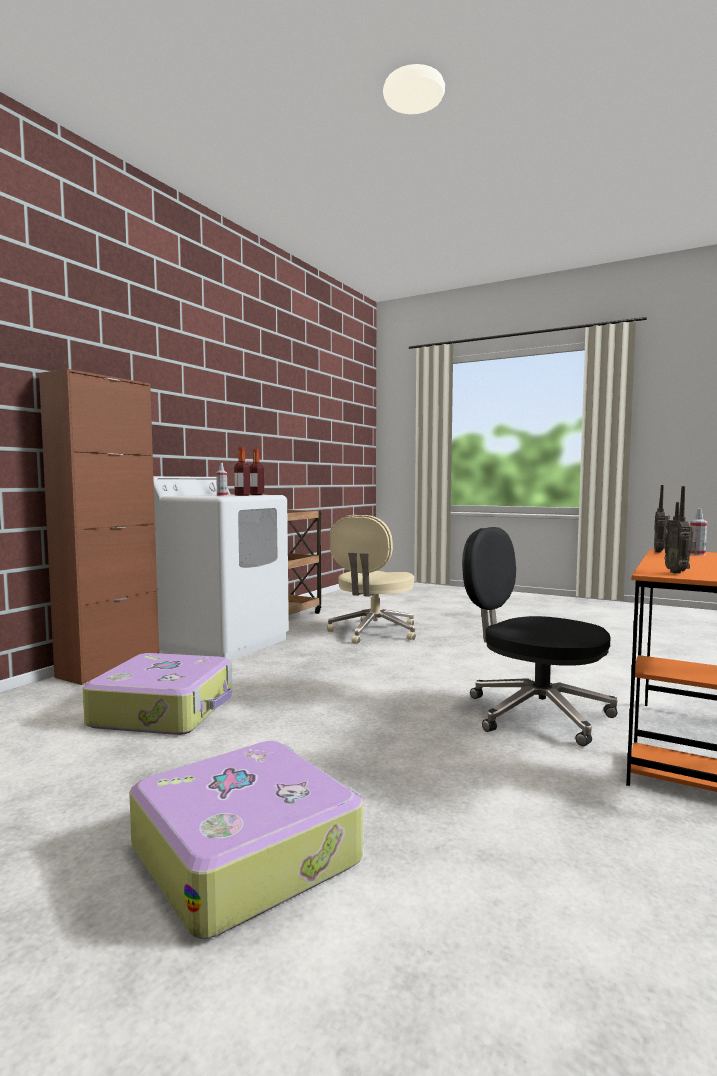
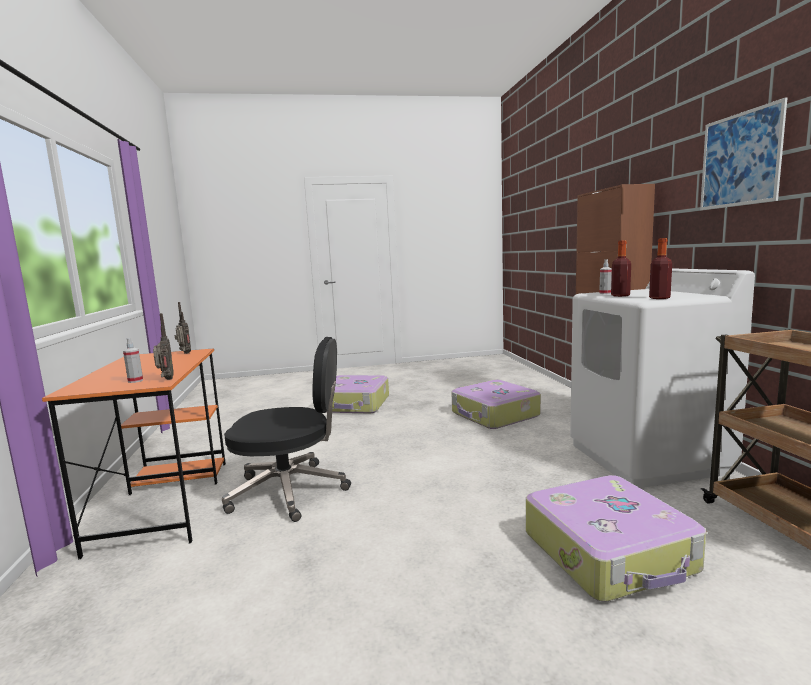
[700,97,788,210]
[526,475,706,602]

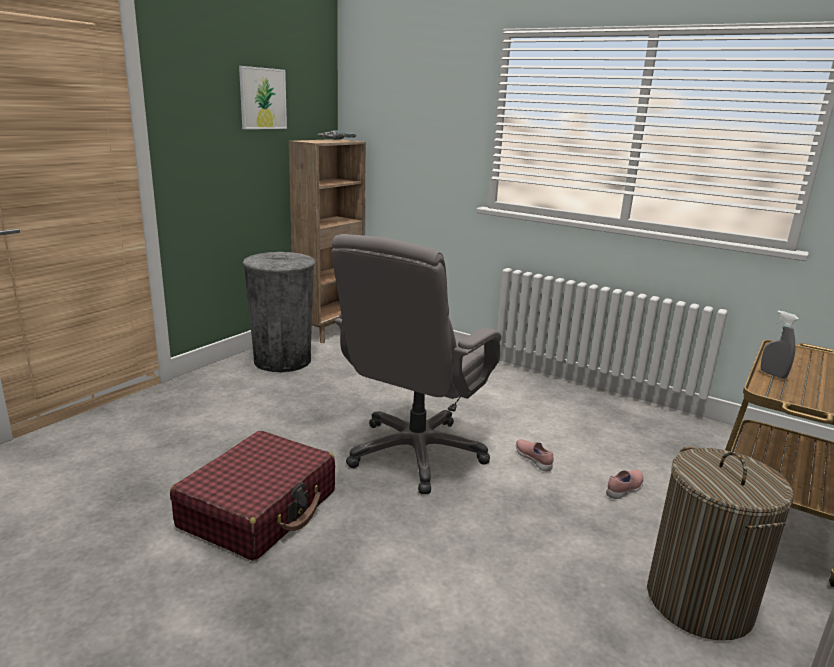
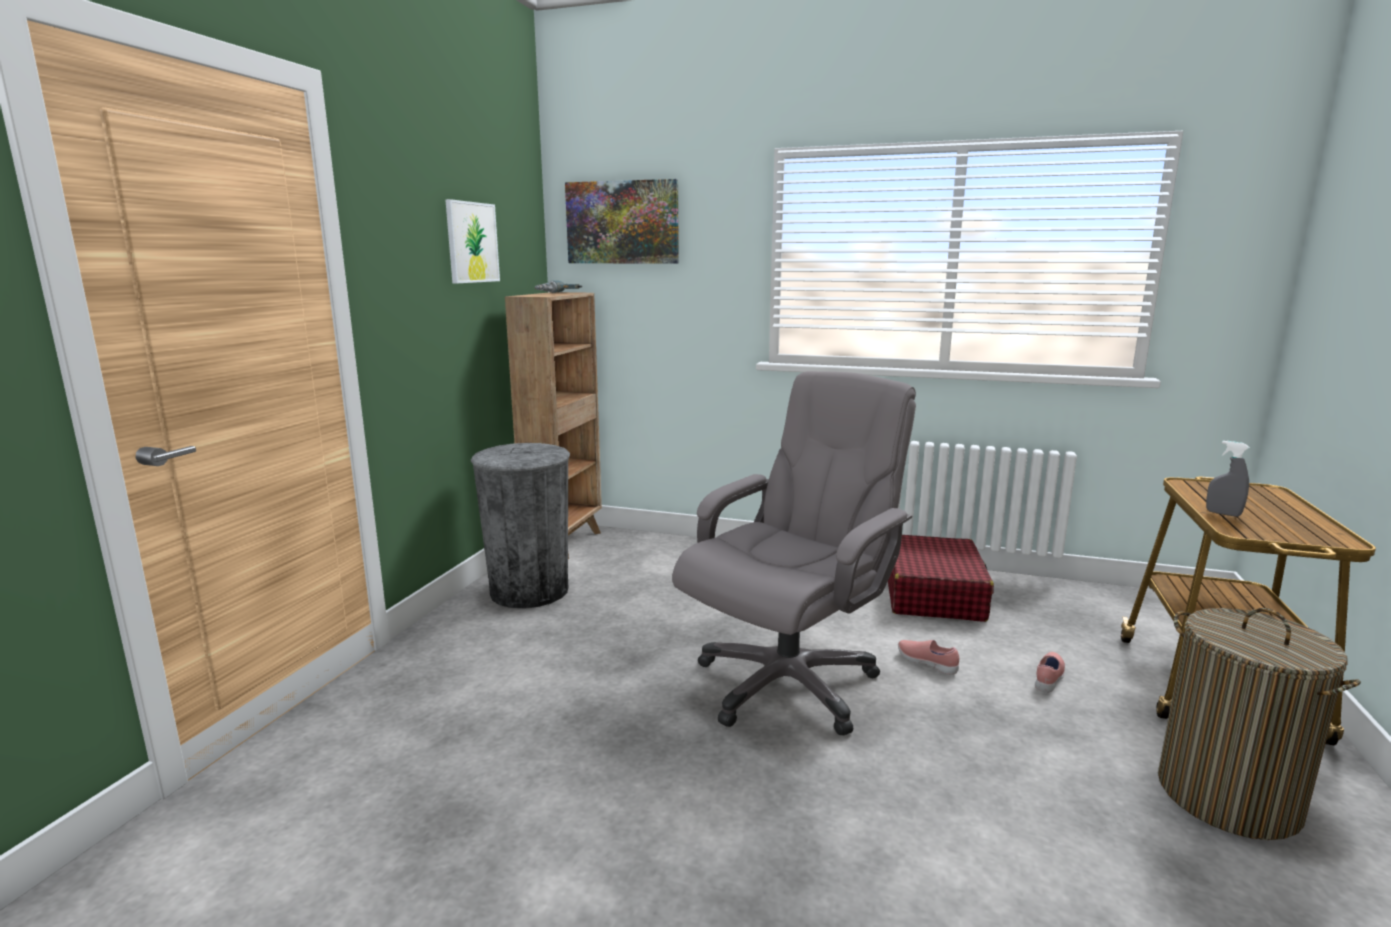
[565,179,679,264]
[888,535,994,622]
[672,371,916,736]

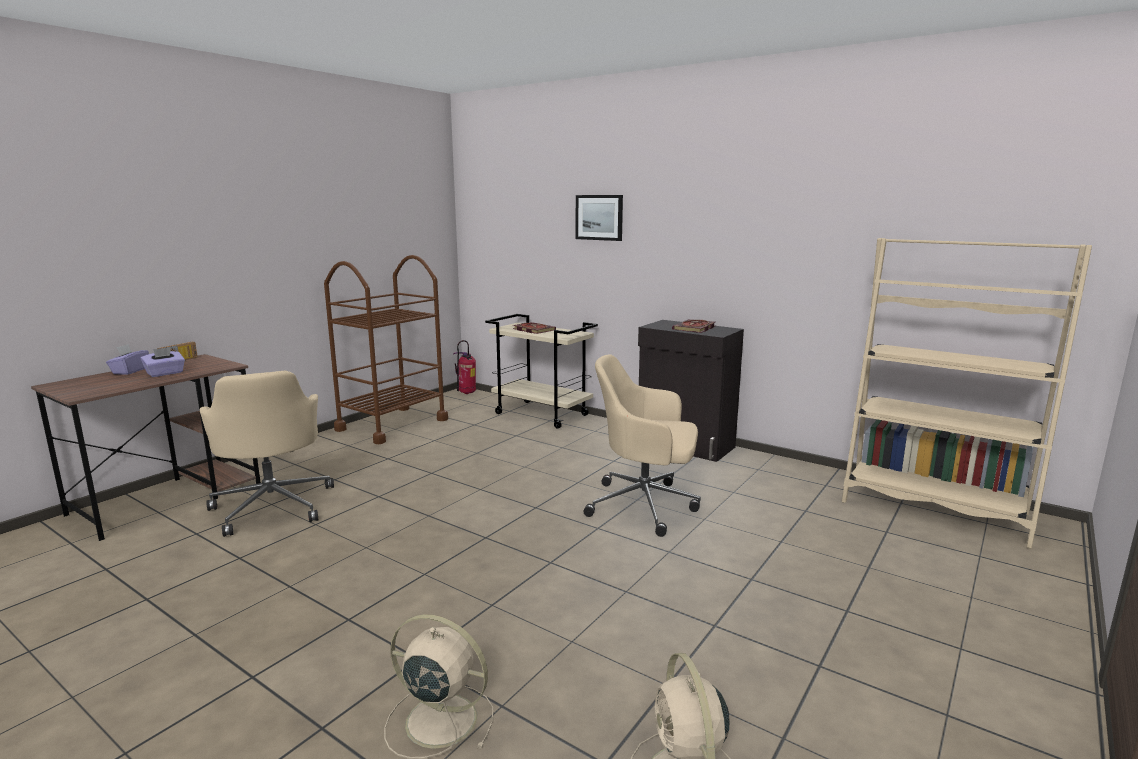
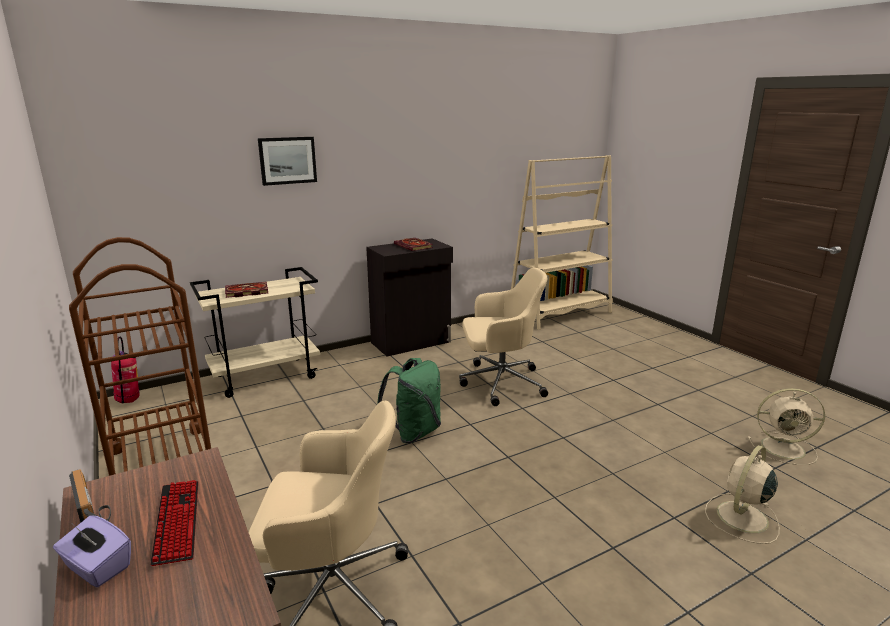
[377,358,441,443]
[150,480,198,566]
[459,268,548,406]

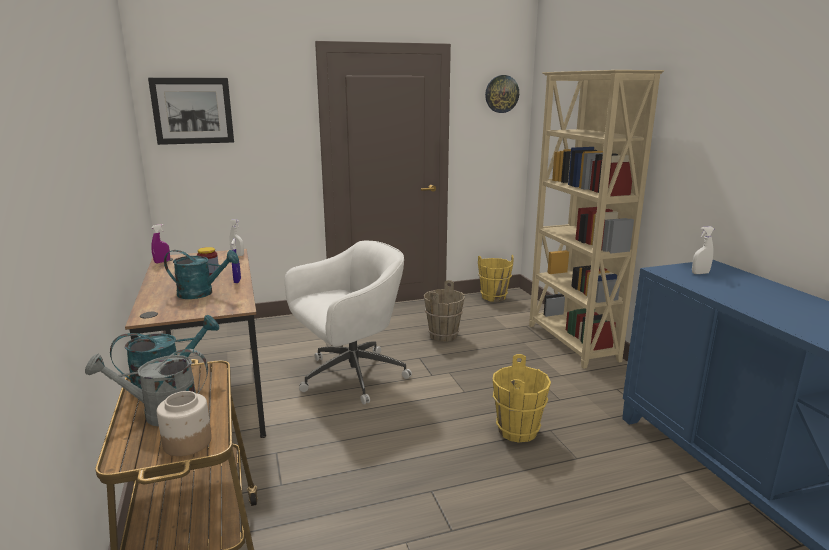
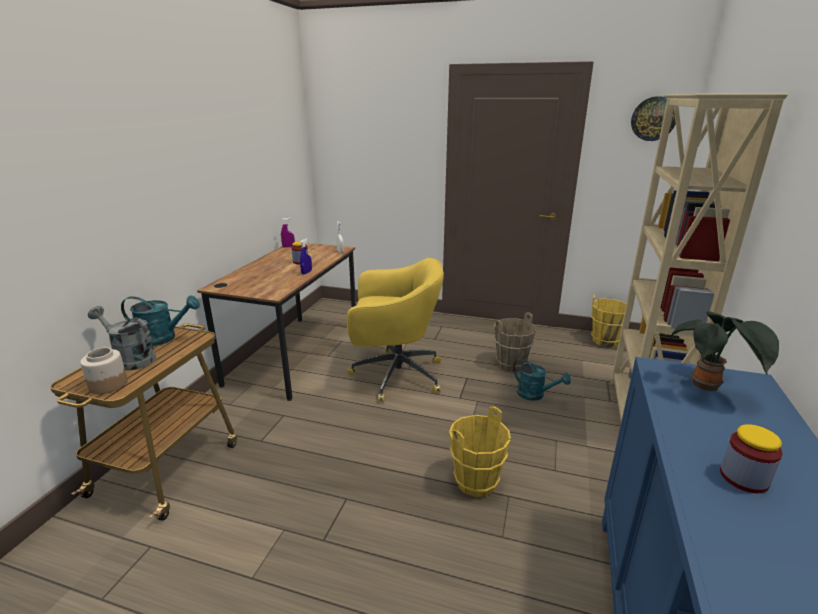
[148,78,234,145] (first image)
[720,424,782,493]
[513,358,571,401]
[670,311,779,391]
[347,258,444,403]

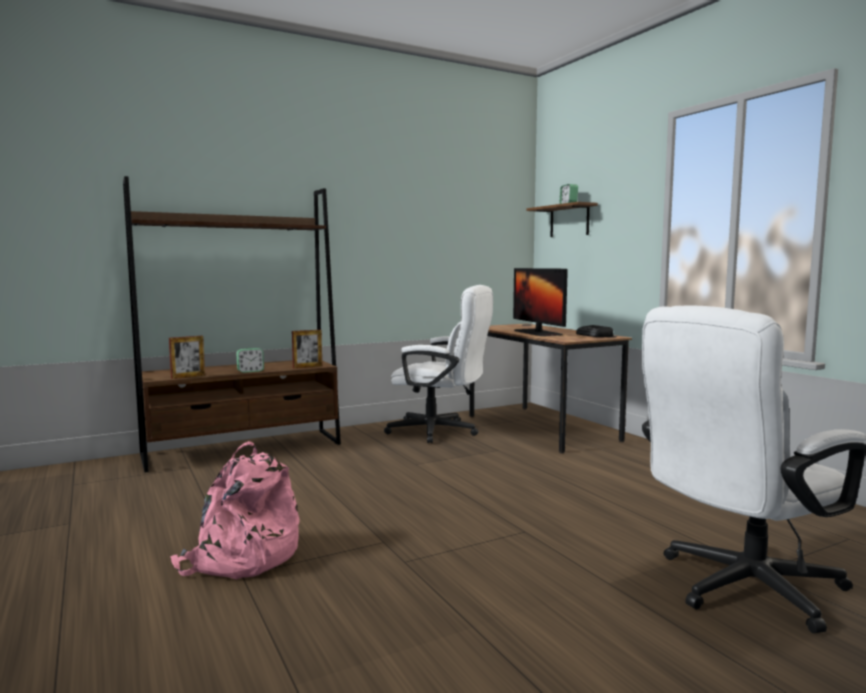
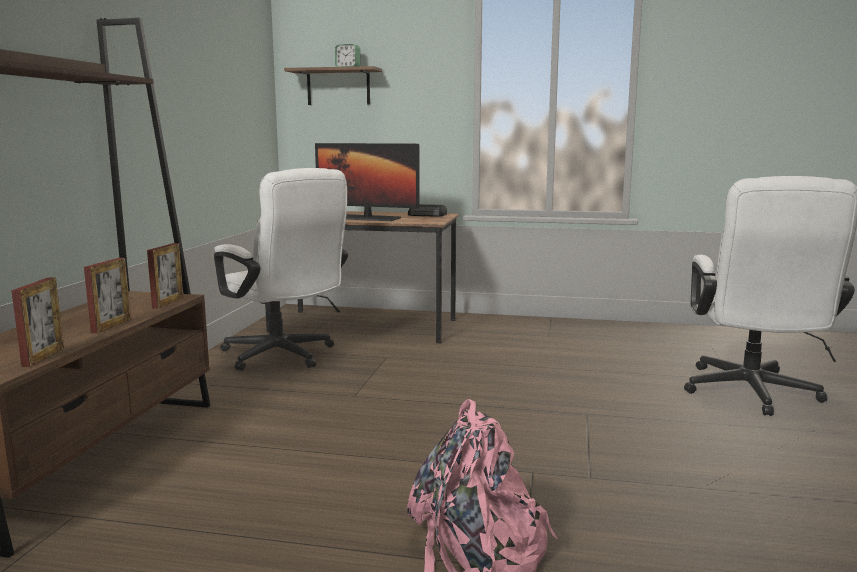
[84,258,131,333]
[214,168,348,371]

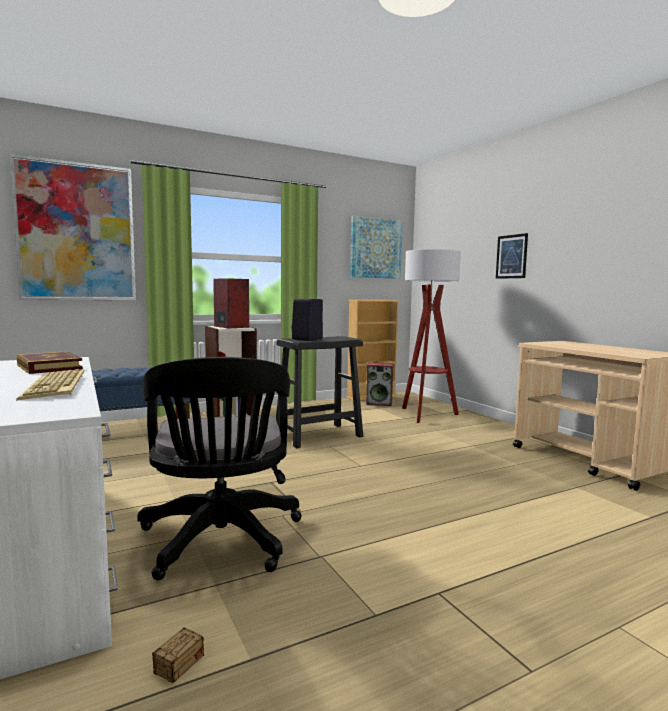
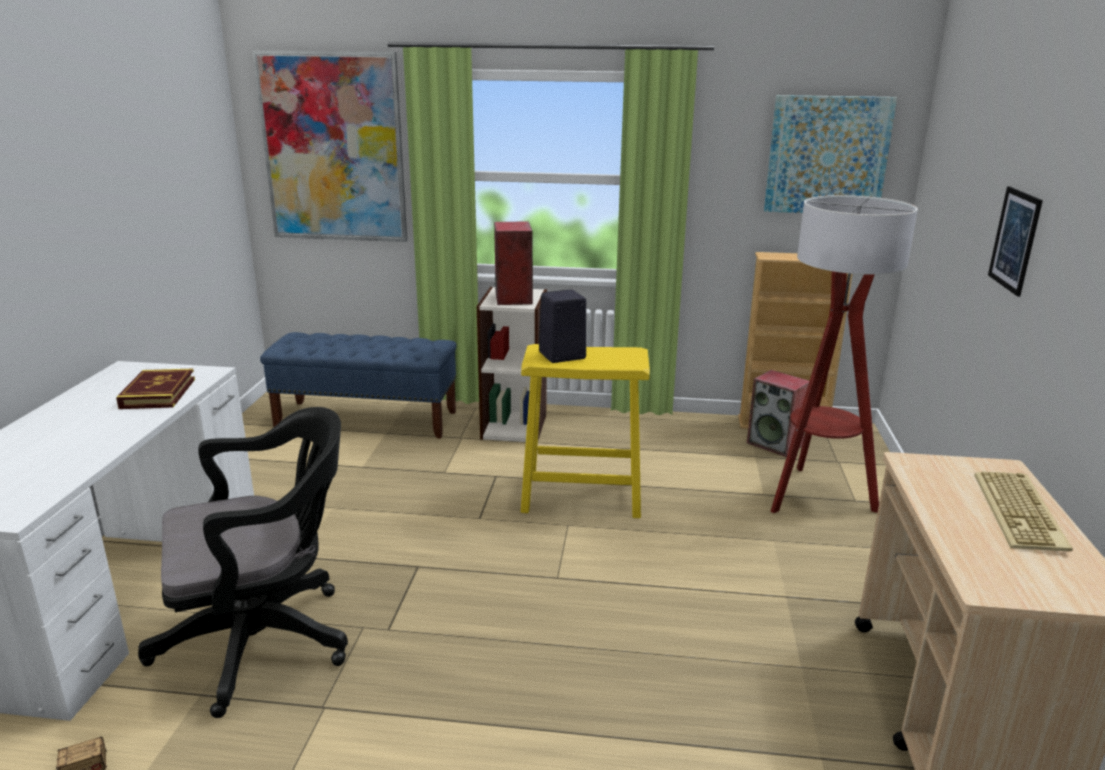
[974,472,1073,552]
[521,344,650,518]
[138,407,348,718]

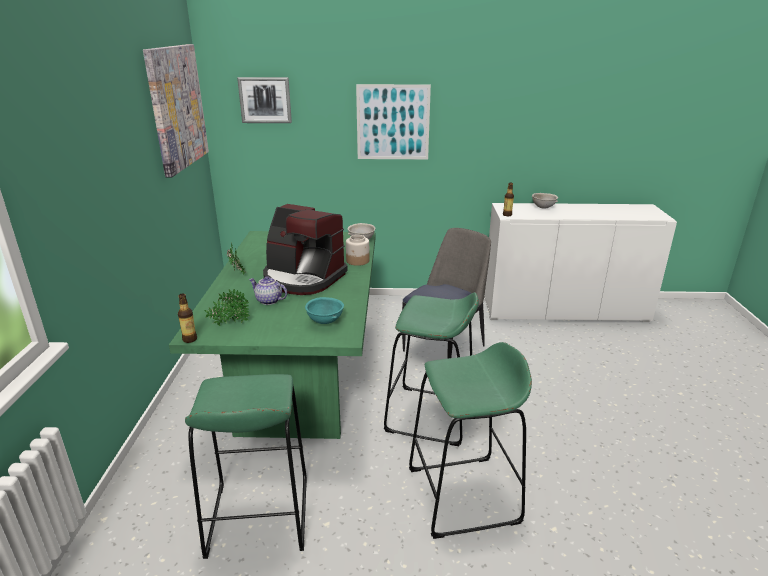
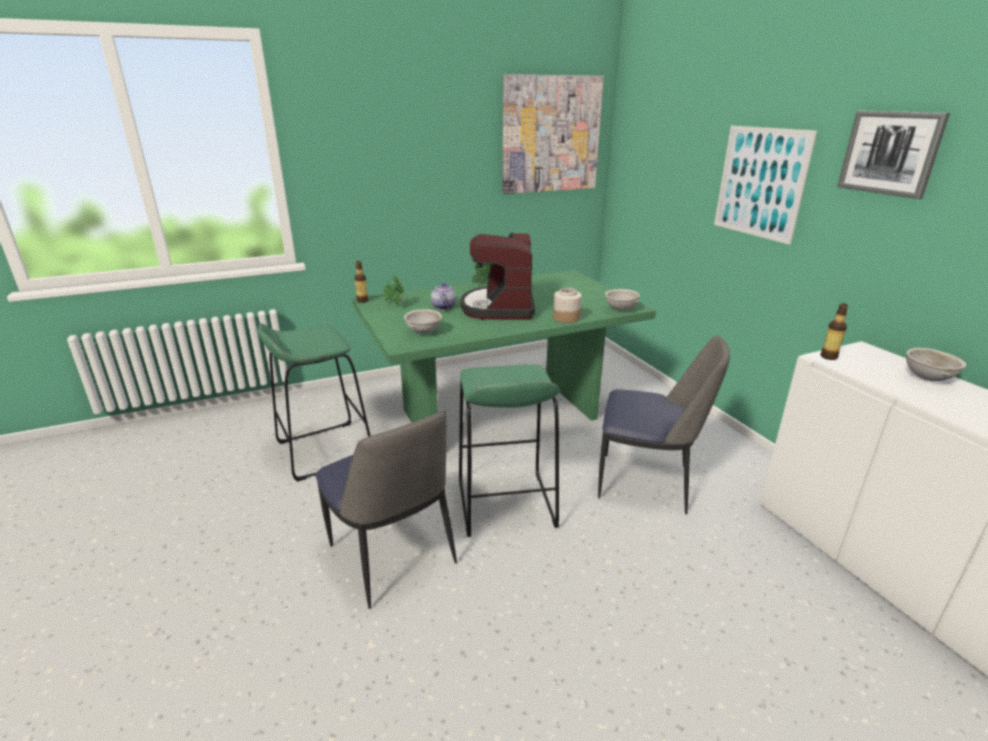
[837,111,950,199]
[315,410,457,609]
[404,309,442,334]

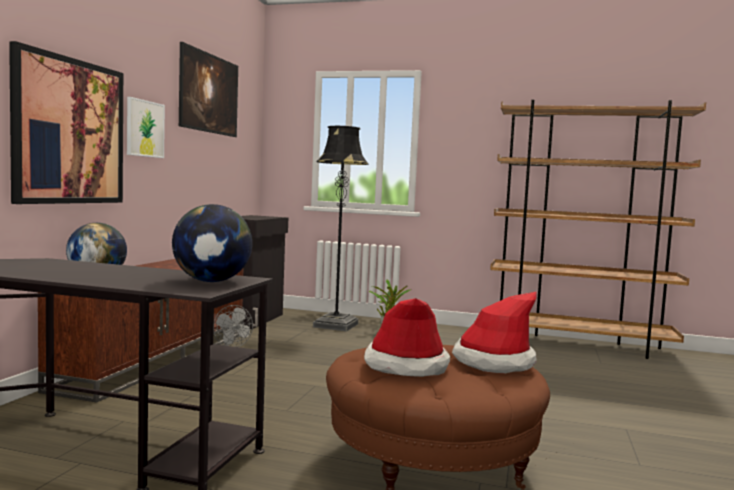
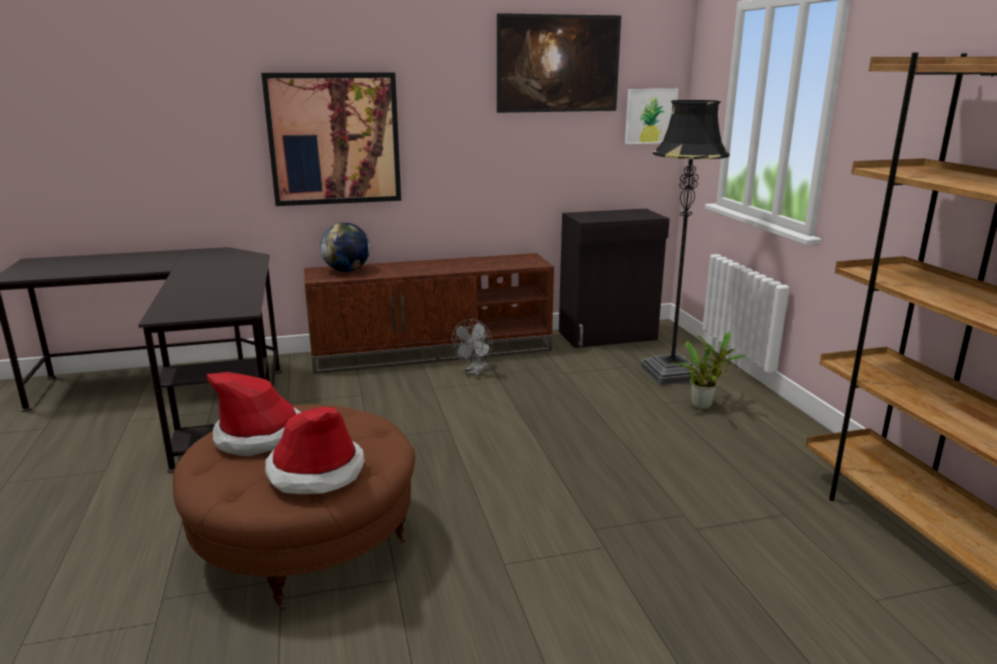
[172,204,252,282] (first image)
[625,89,678,144]

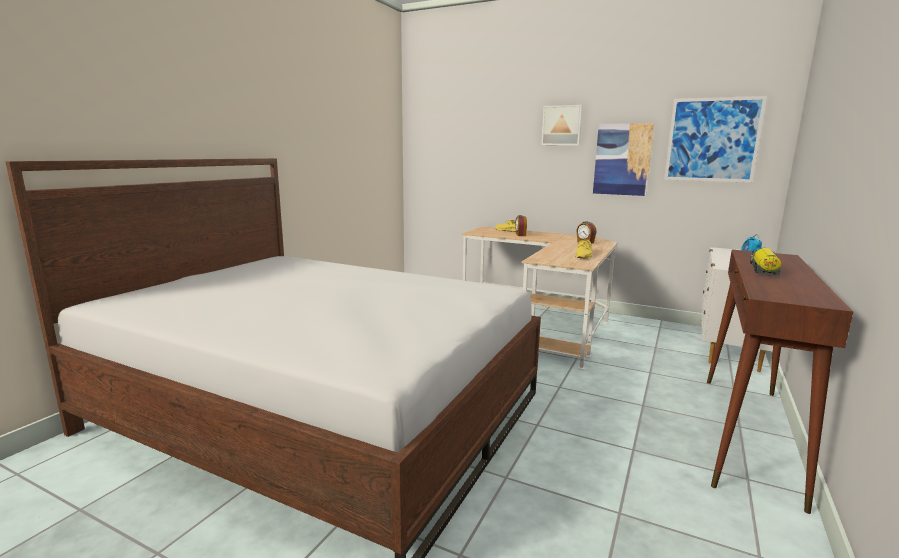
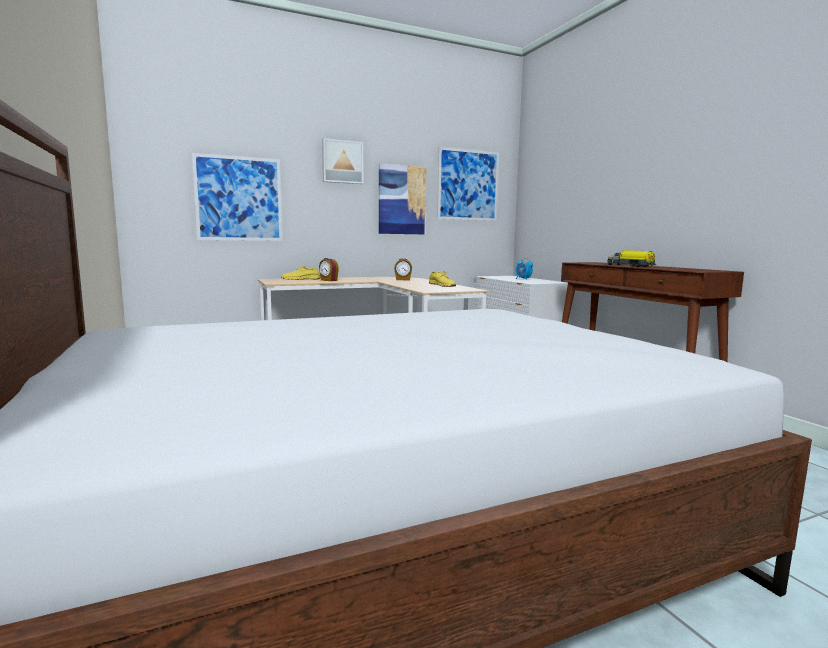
[192,153,283,241]

